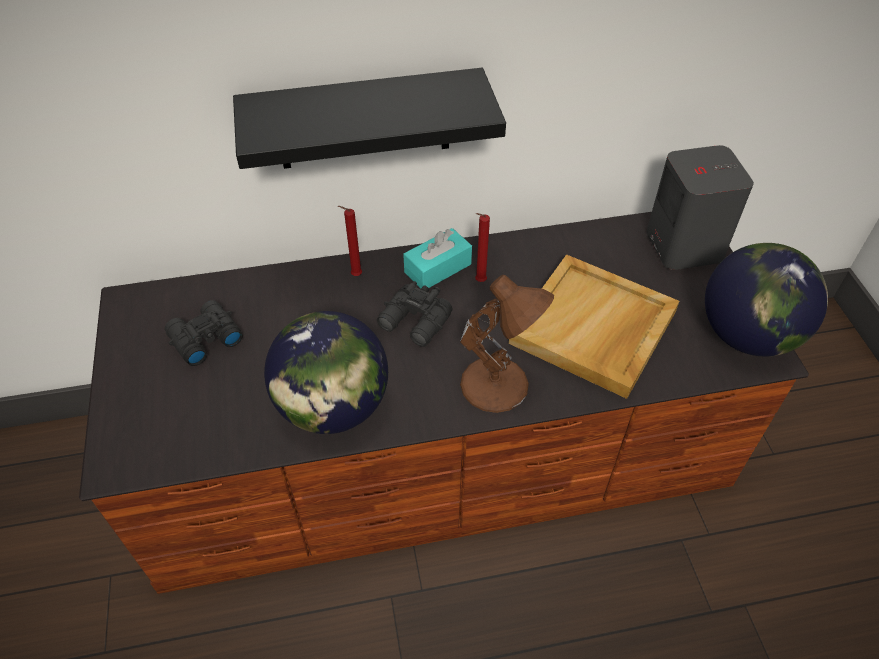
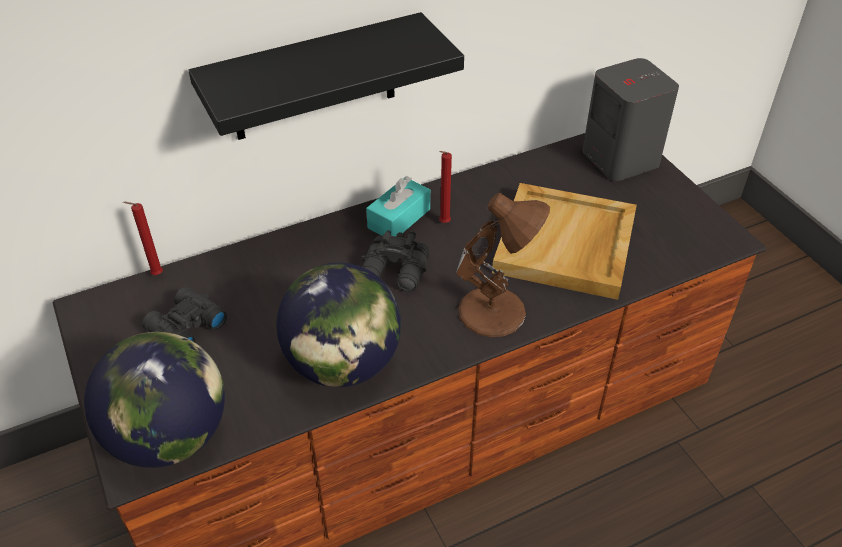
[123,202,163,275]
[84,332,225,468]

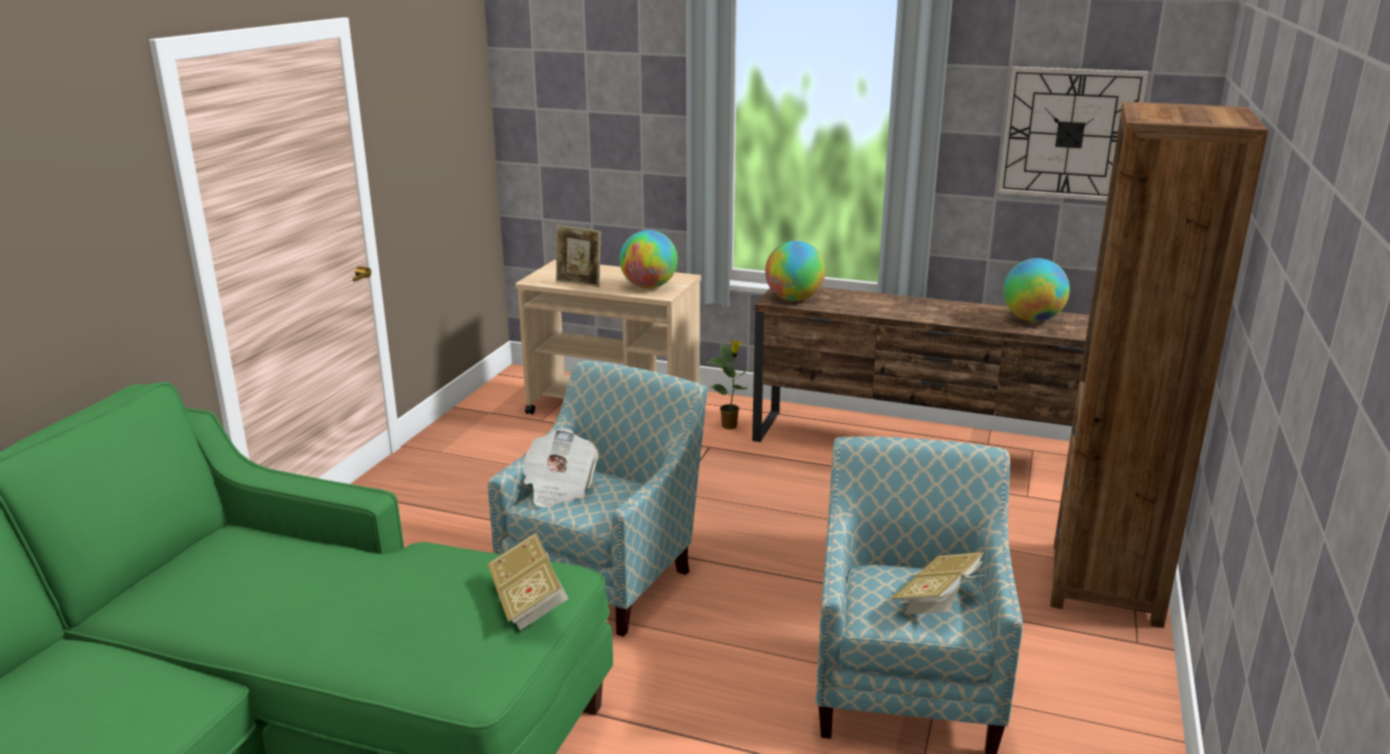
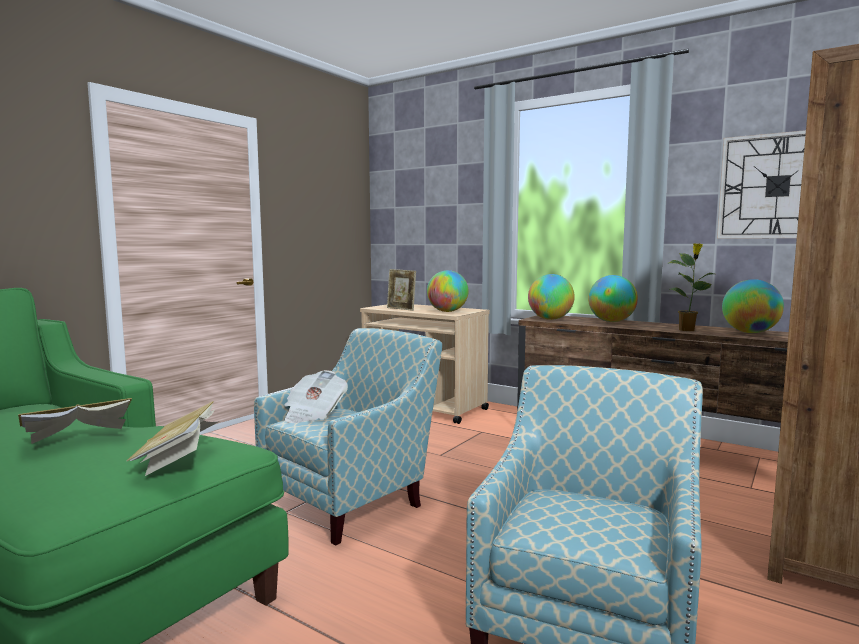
[588,275,638,322]
[669,243,714,331]
[18,398,132,444]

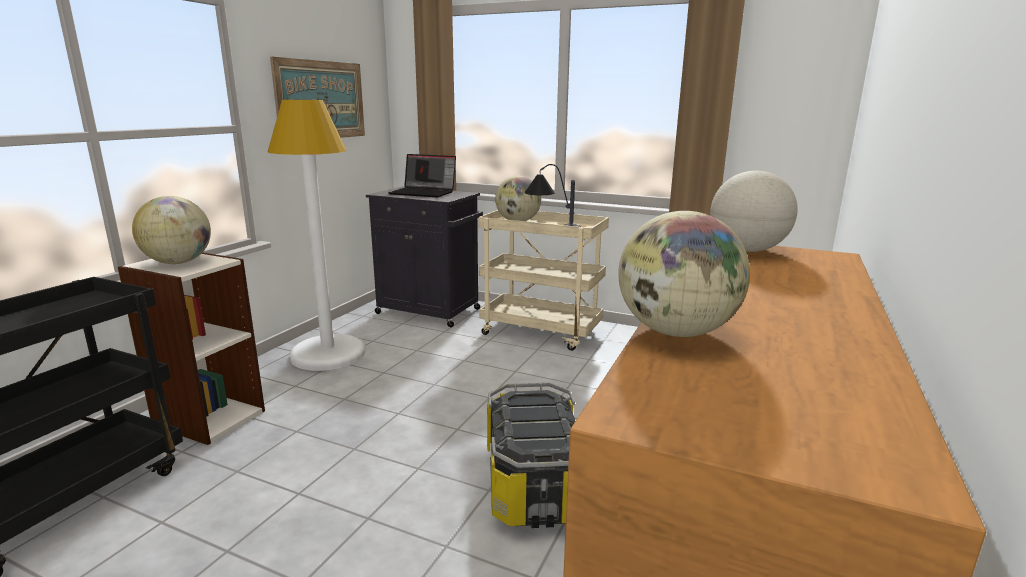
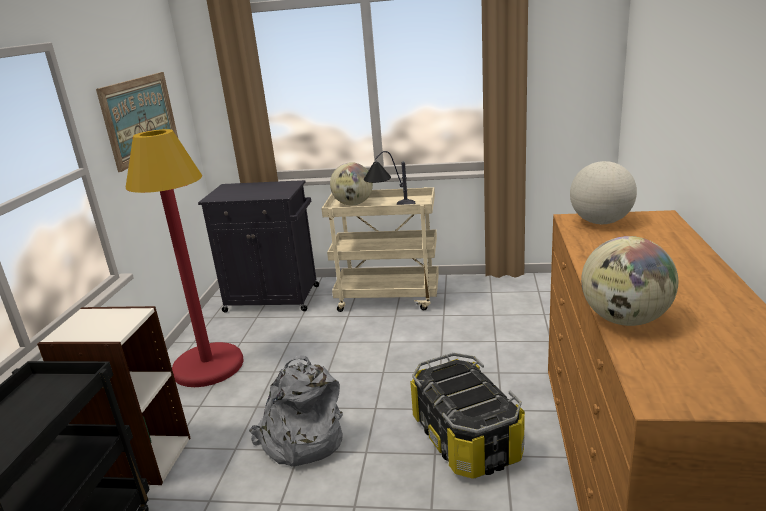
[132,196,211,264] (first image)
[388,154,456,197] (first image)
[249,355,343,467]
[126,129,243,387]

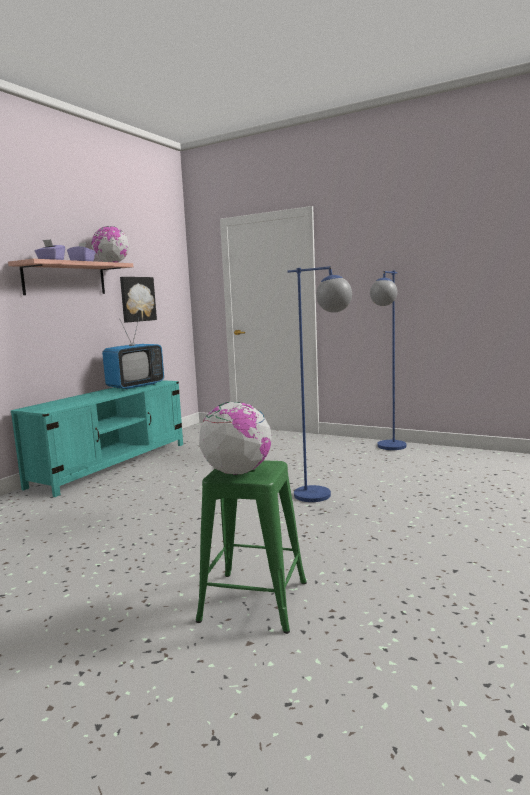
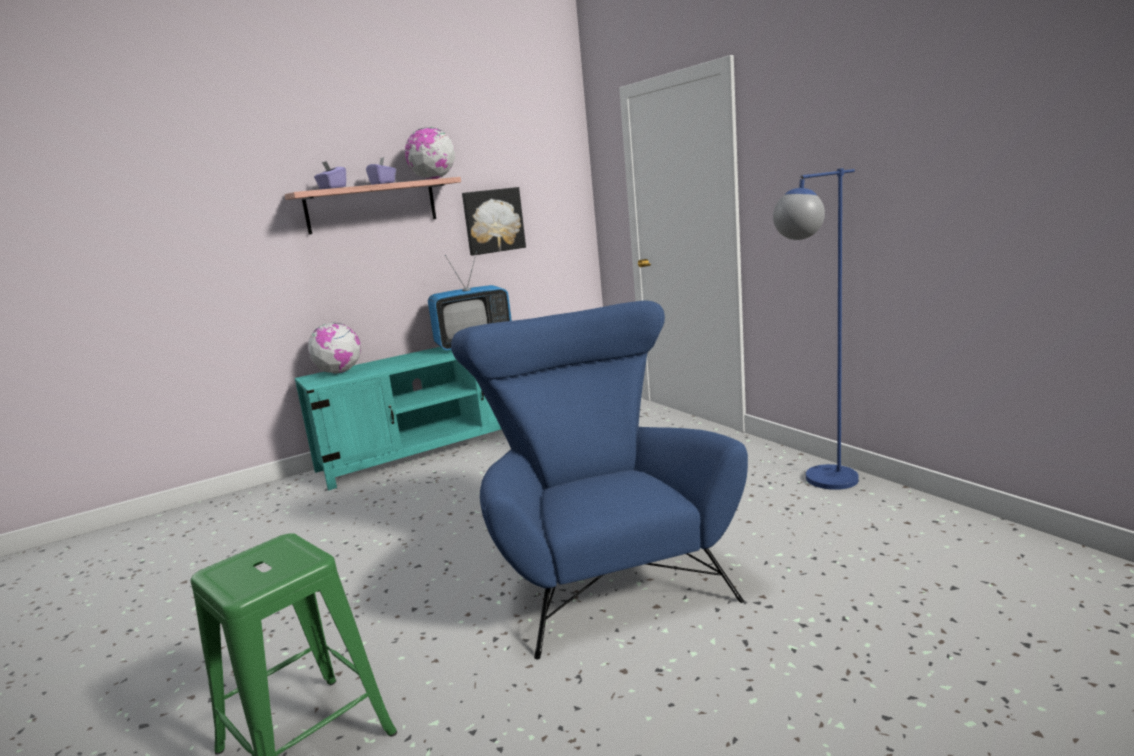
[308,323,361,374]
[451,300,748,660]

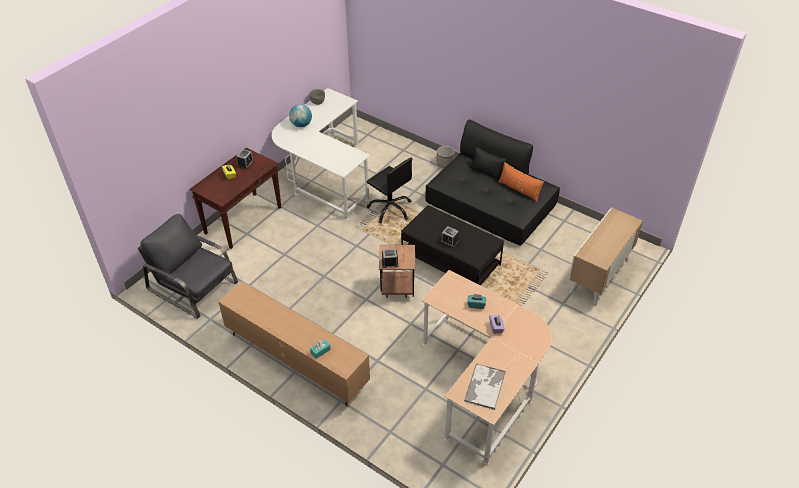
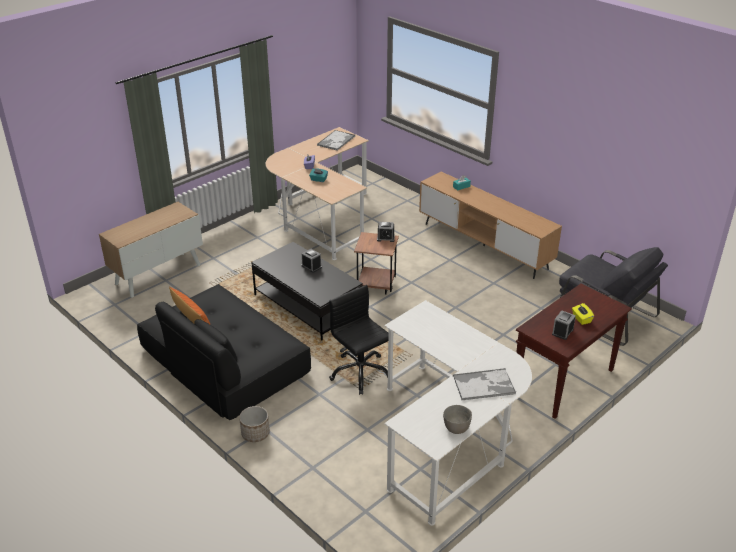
[453,368,516,400]

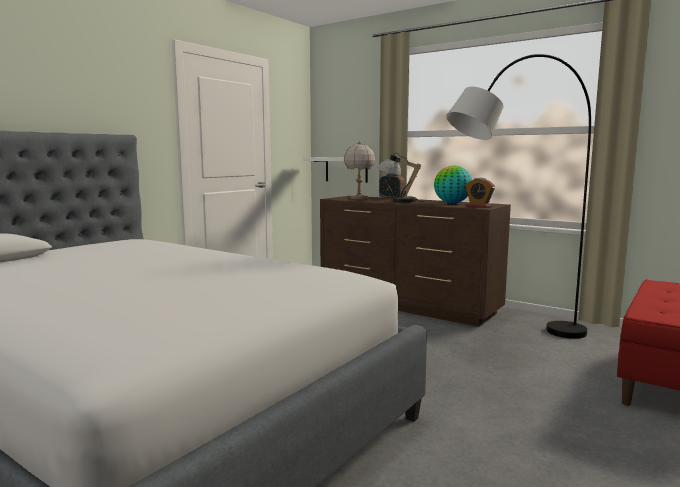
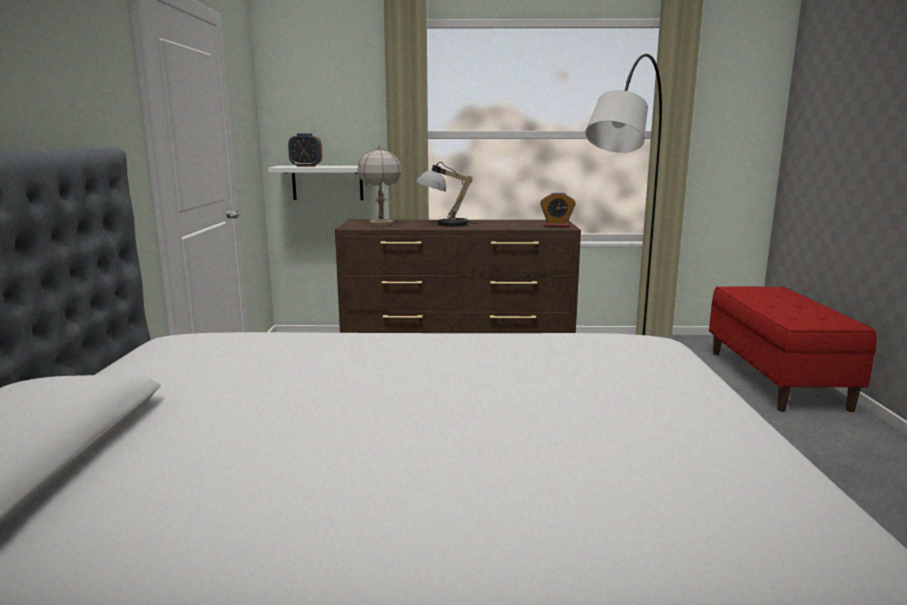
[434,165,472,203] (first image)
[288,133,322,167]

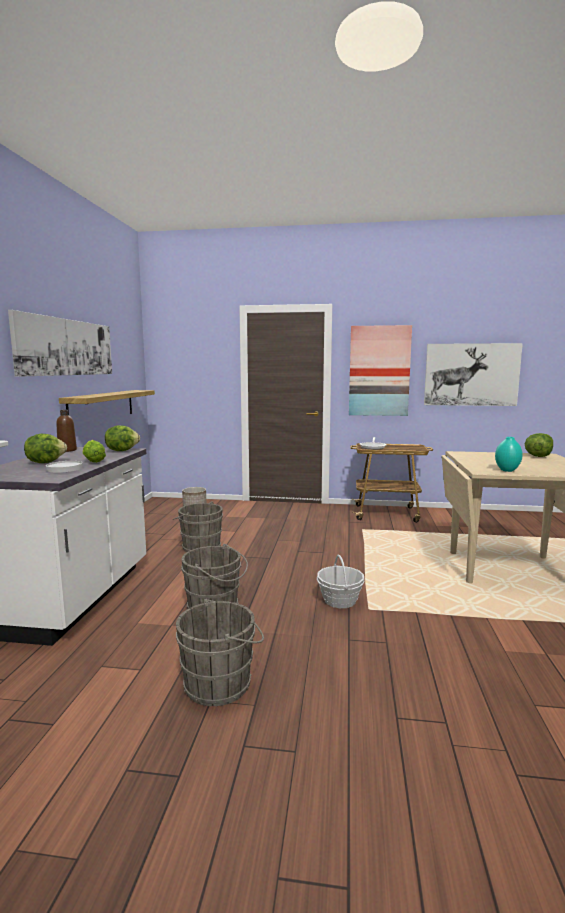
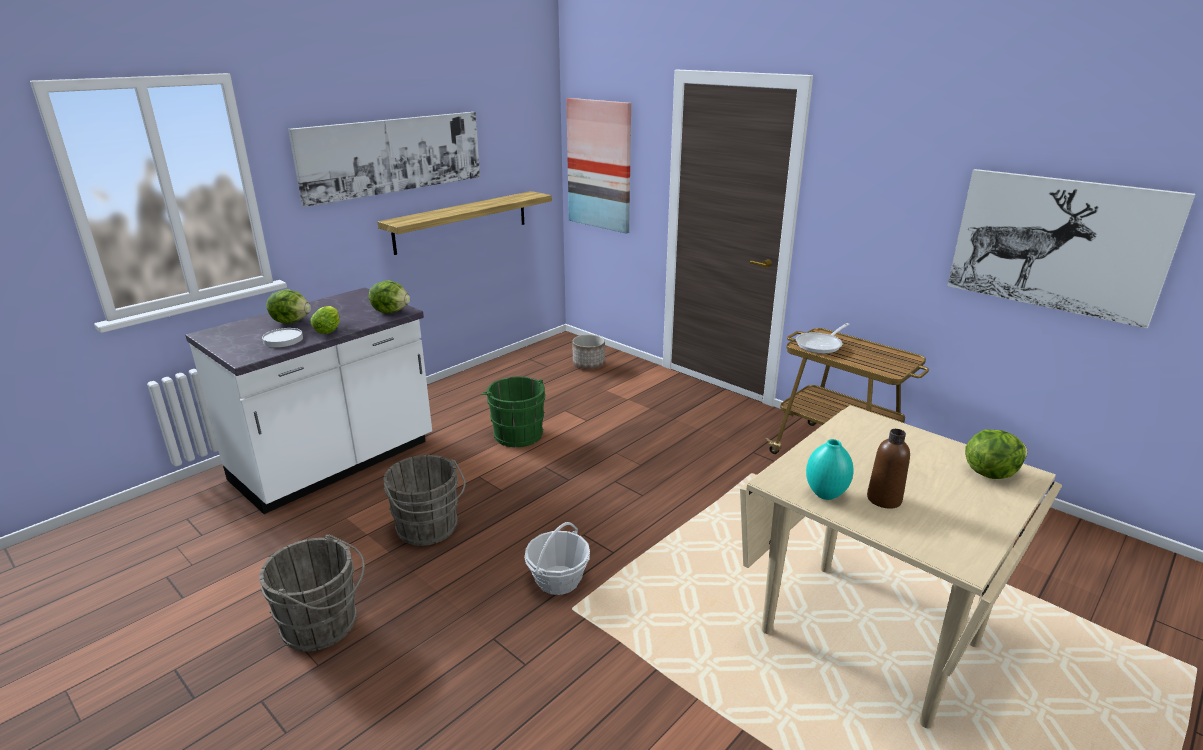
[867,429,910,509]
[566,98,631,234]
[481,377,546,447]

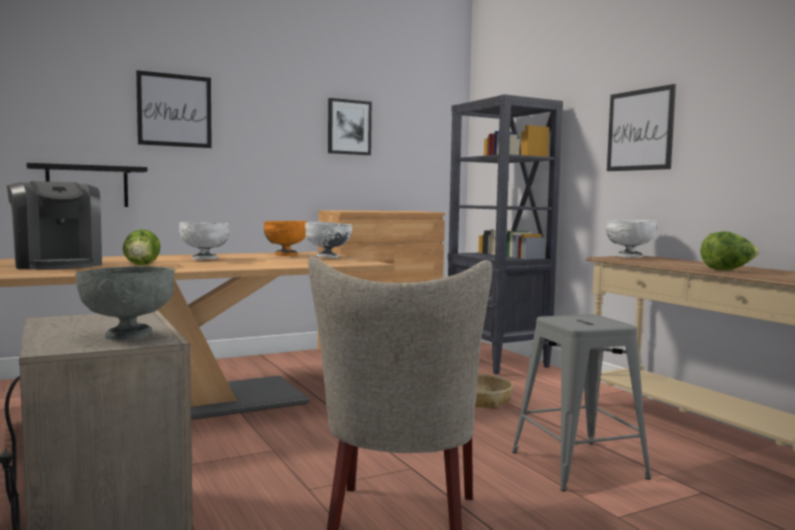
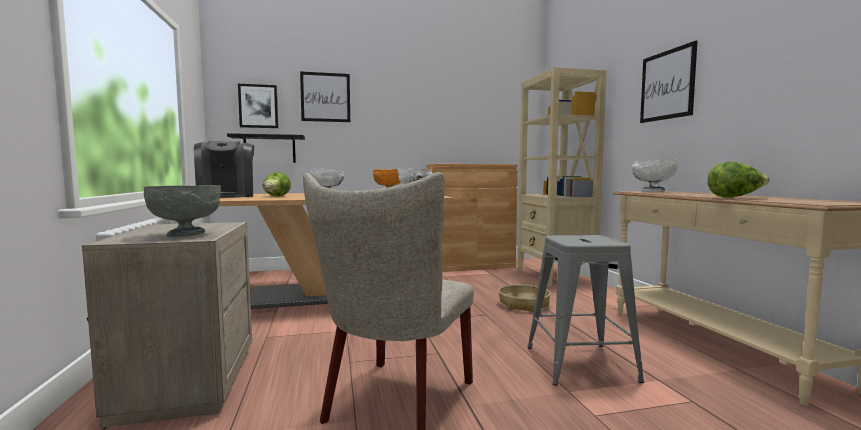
[238,84,278,128]
[517,67,607,286]

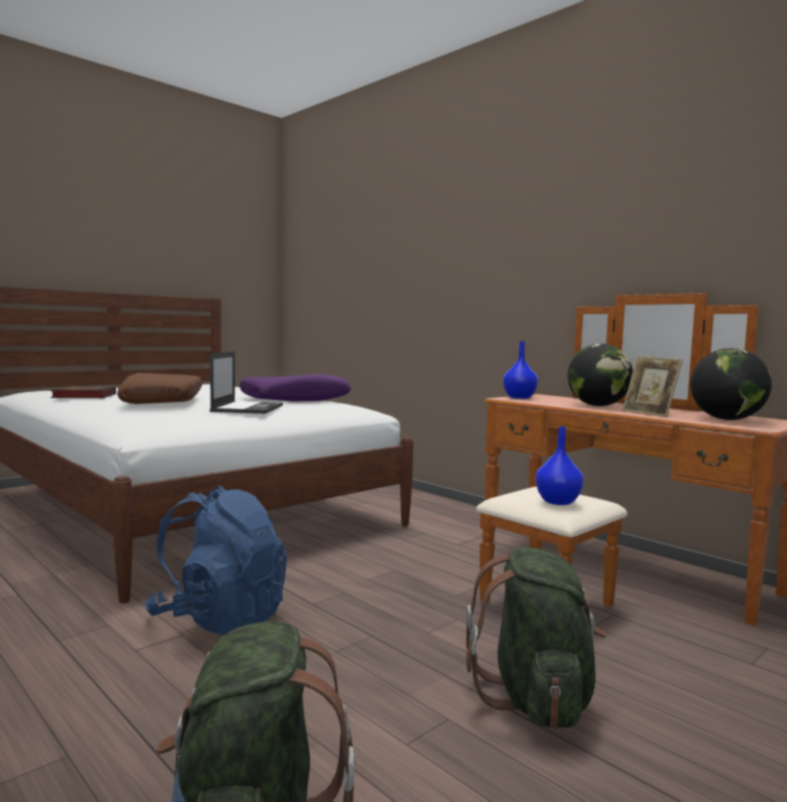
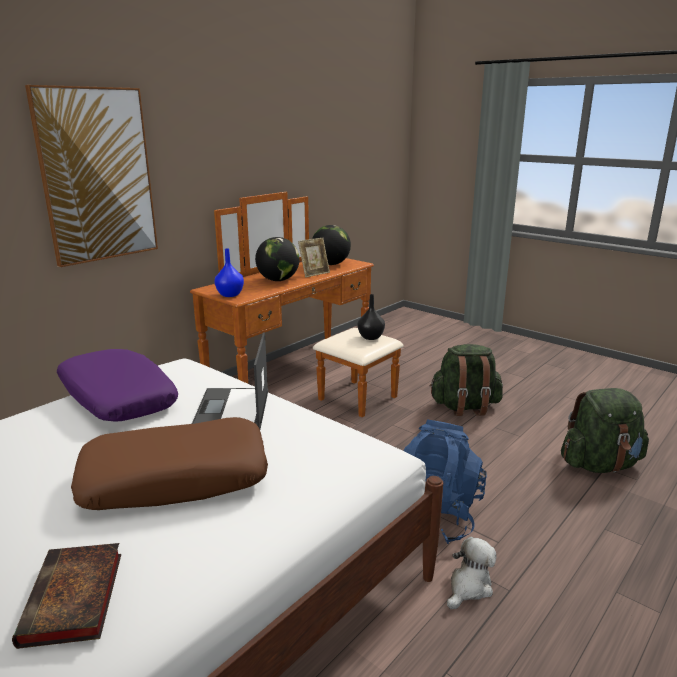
[25,85,158,267]
[447,537,497,609]
[357,294,385,340]
[192,332,268,429]

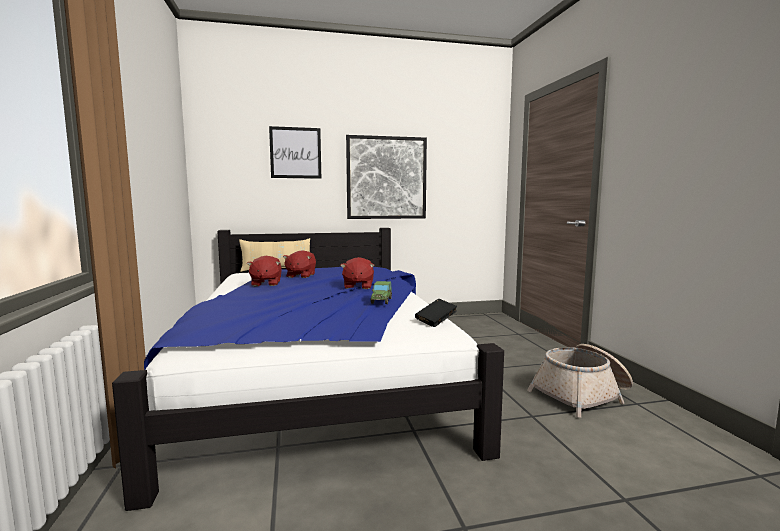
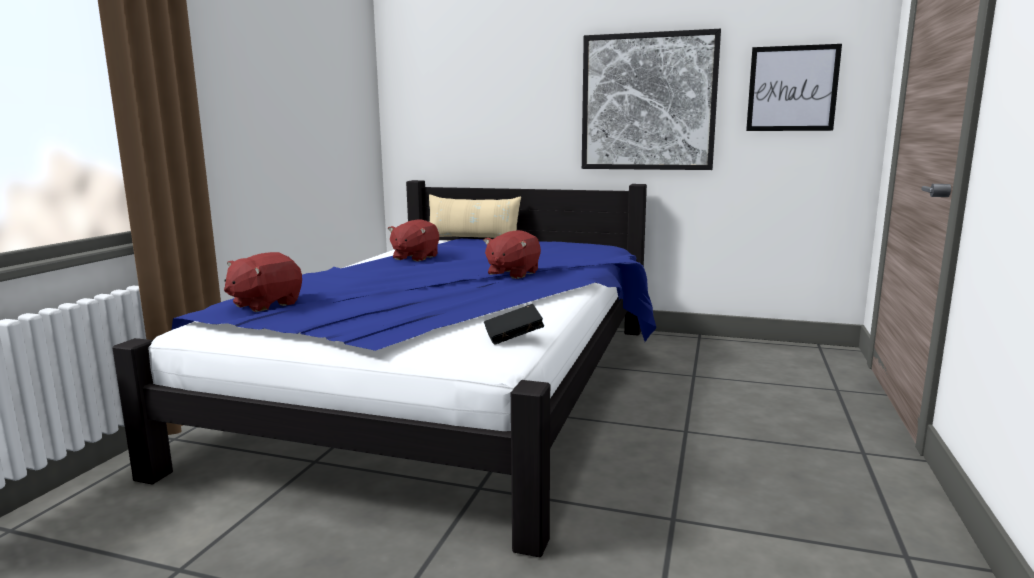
[370,281,392,304] (first image)
[527,344,633,418] (first image)
[746,44,842,131]
[224,252,302,312]

